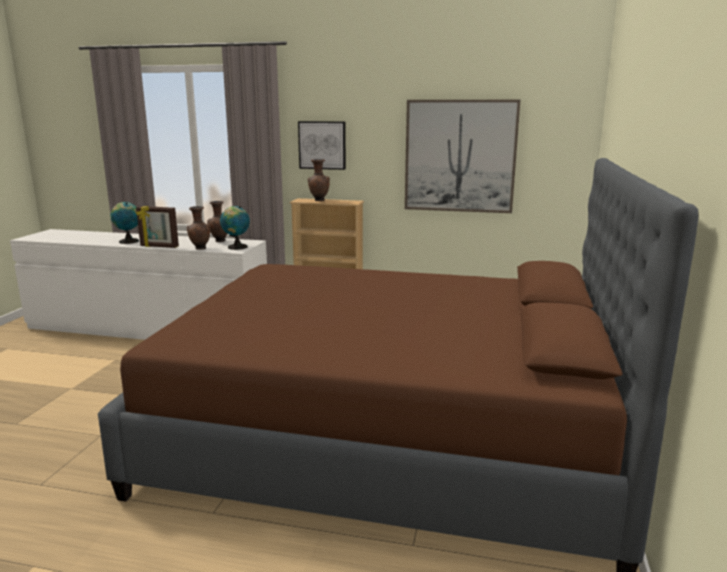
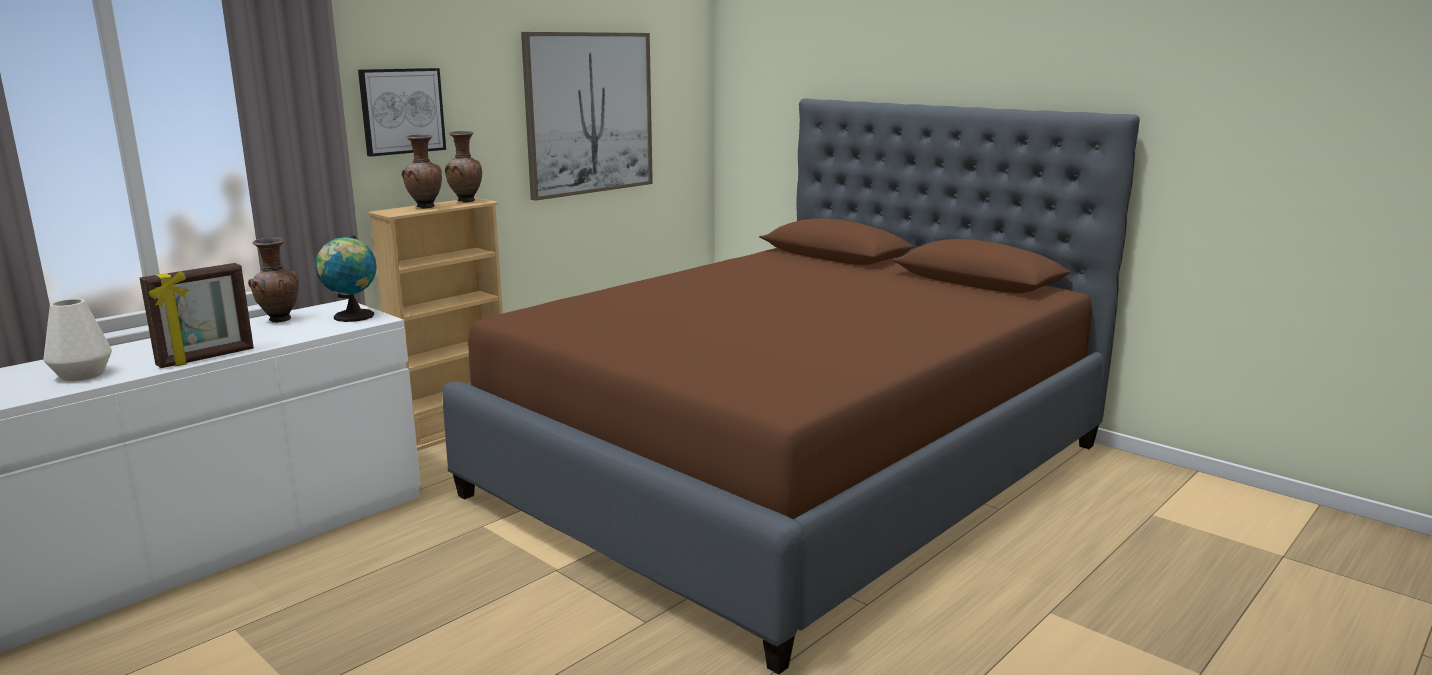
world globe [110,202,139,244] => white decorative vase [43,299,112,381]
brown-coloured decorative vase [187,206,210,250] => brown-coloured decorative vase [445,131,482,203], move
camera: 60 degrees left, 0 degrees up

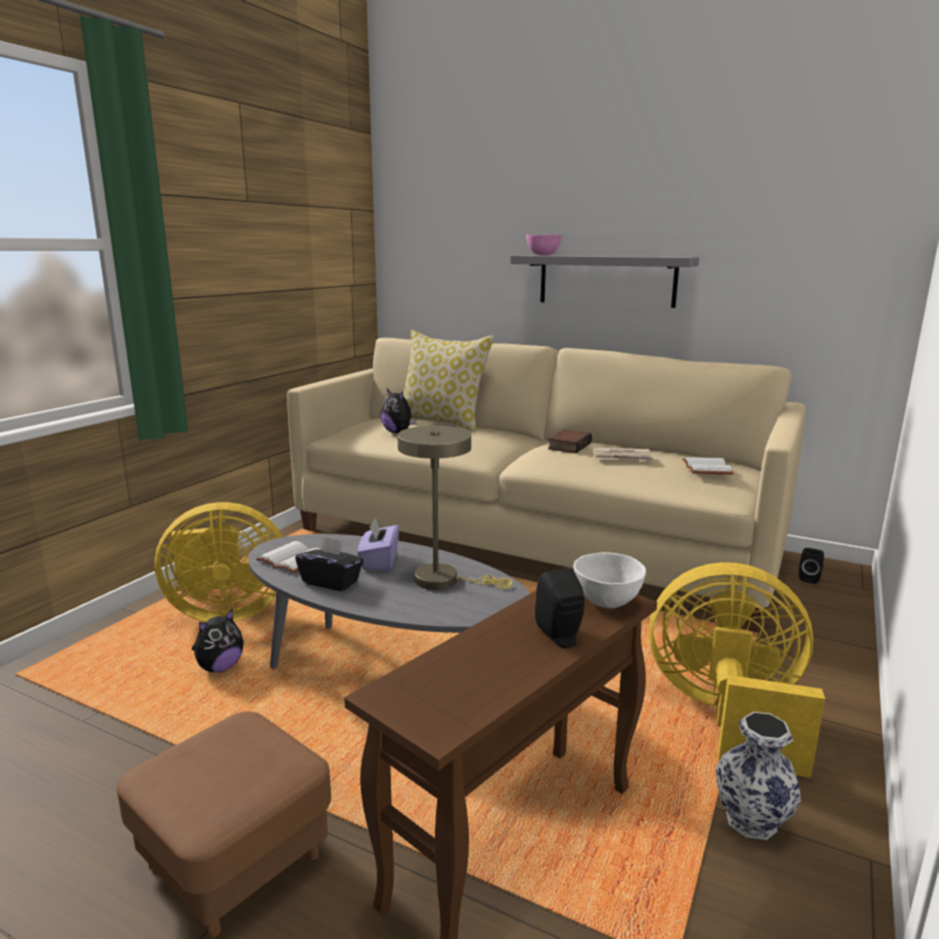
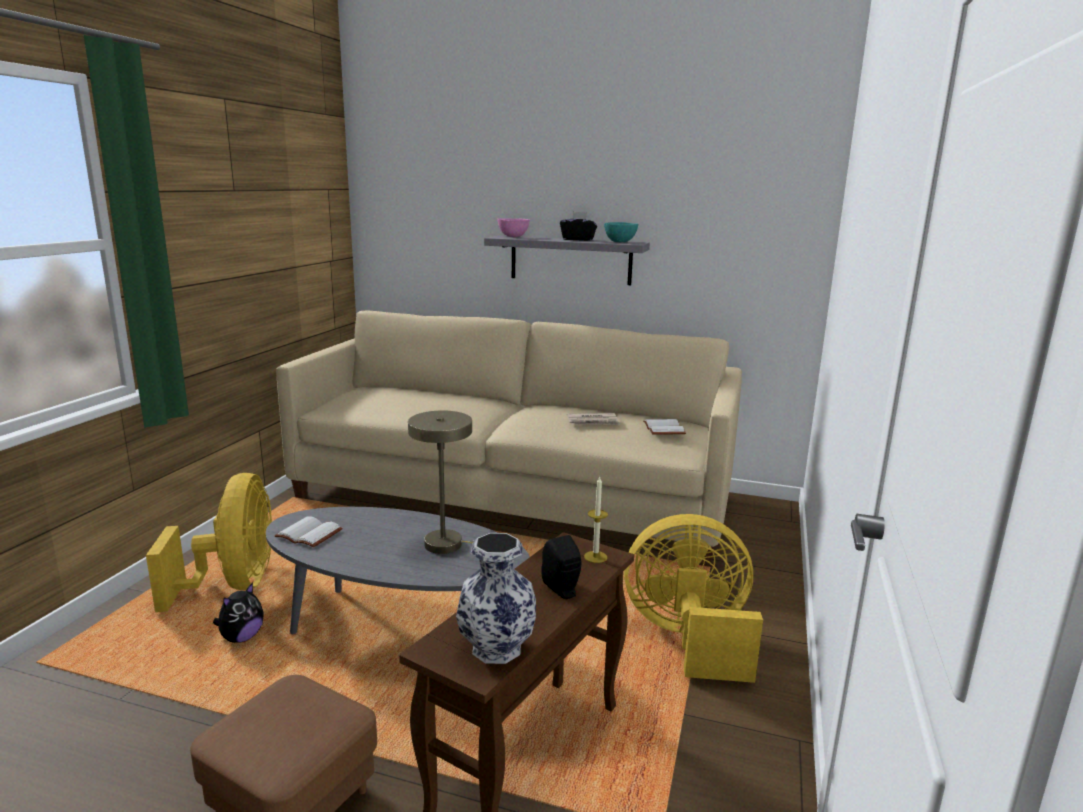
cushion [403,330,494,432] => nothing
cuddly toy [380,388,417,433] => nothing
volume [548,430,592,453] => nothing
yellowish fan [155,502,283,622] => yellowish fan [146,473,272,612], 75 degrees counterclockwise
purplish tissue holder [358,518,399,571] => nothing
blackish tissue holder [295,536,363,591] => blackish tissue holder [560,212,597,241], move
blackish audio speaker [799,548,824,584] => nothing
white bowl [573,552,646,608] => candle [584,476,608,563]
decorative vase [716,712,801,840] => decorative vase [456,533,536,664], move
nothing => turquoise-coloured bowl [604,222,638,242]
camera: 10 degrees left, 0 degrees up

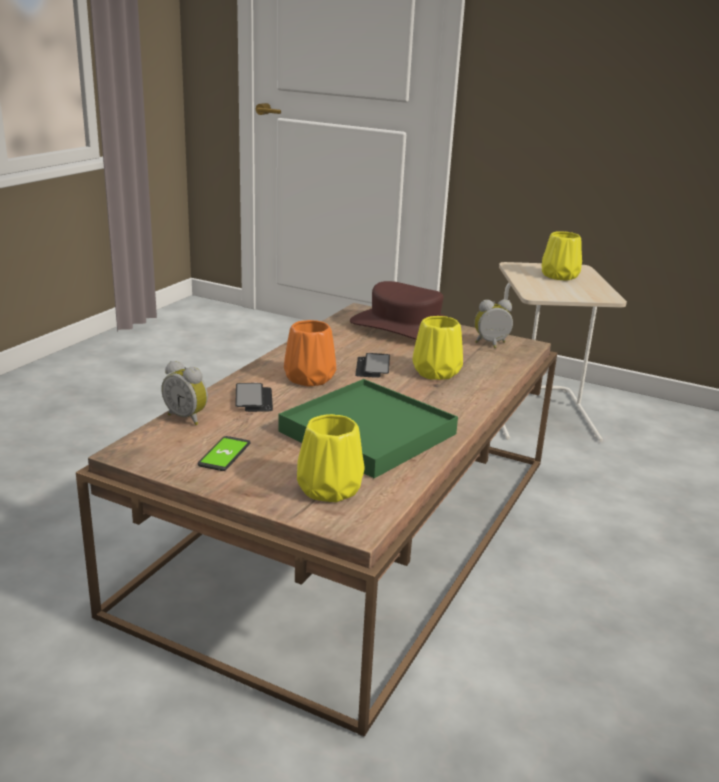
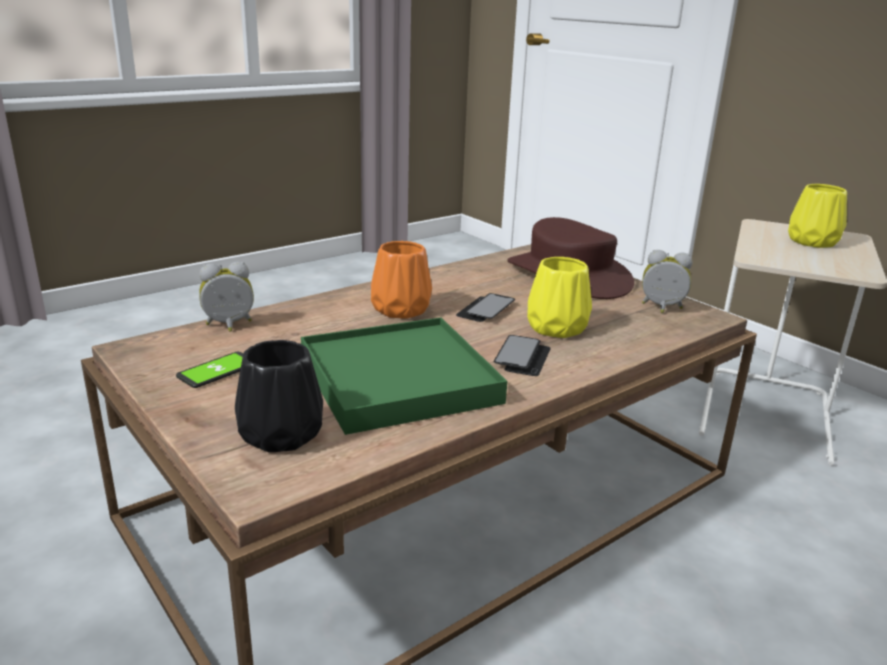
alarm clock [161,361,208,425] => alarm clock [199,262,254,332], 105 degrees clockwise
handset [235,383,273,412] => handset [493,335,551,376], move
yellowish decorative vase [297,414,365,502] => blackish decorative vase [235,340,323,452]
camera: 25 degrees right, 0 degrees up

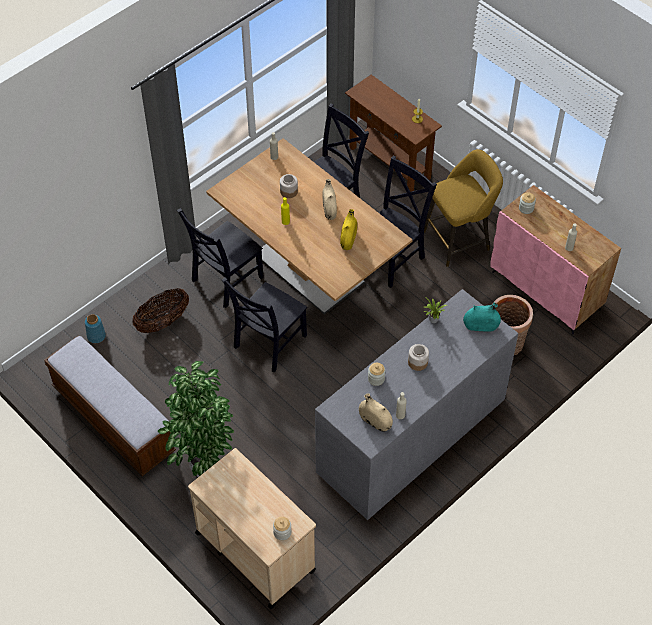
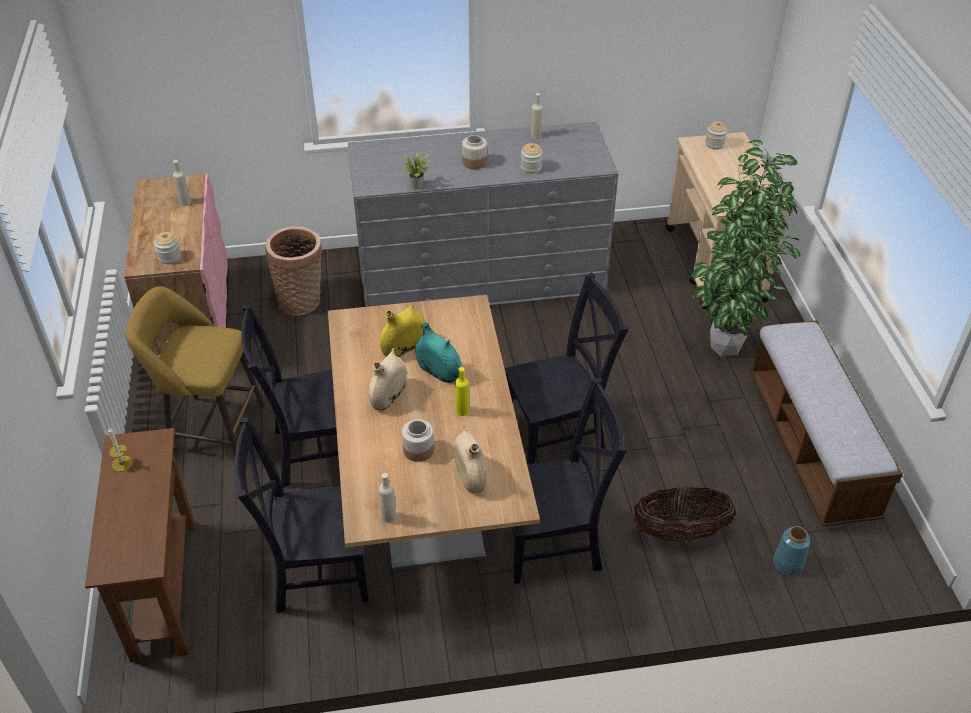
turquoise-coloured decorative vase [463,303,501,332] => turquoise-coloured decorative vase [415,322,461,383], move
sand-coloured decorative vase [359,393,393,432] => sand-coloured decorative vase [454,426,486,493], move
camera: 145 degrees left, 10 degrees down

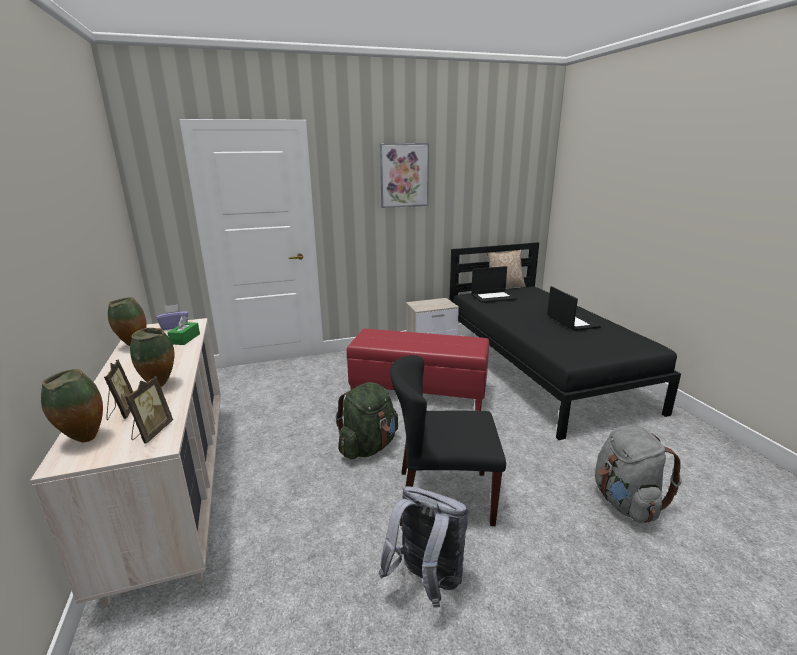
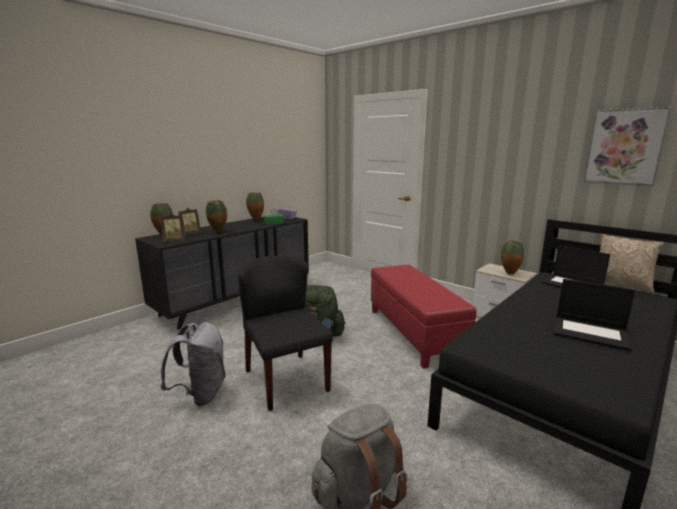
picture [380,143,429,208] => picture [584,107,671,186], move
laptop [547,286,601,331] => laptop [554,279,635,351], 75 degrees clockwise
sand-coloured dresser [30,318,221,607] => blackish dresser [135,217,309,330]
nothing => decorative vase [501,240,524,275]
camera: 60 degrees right, 5 degrees down

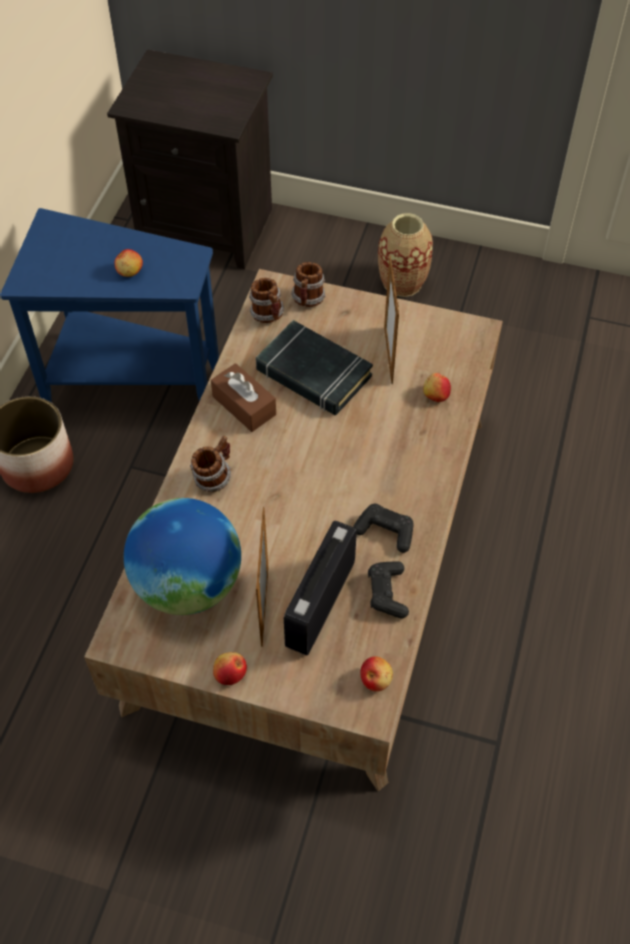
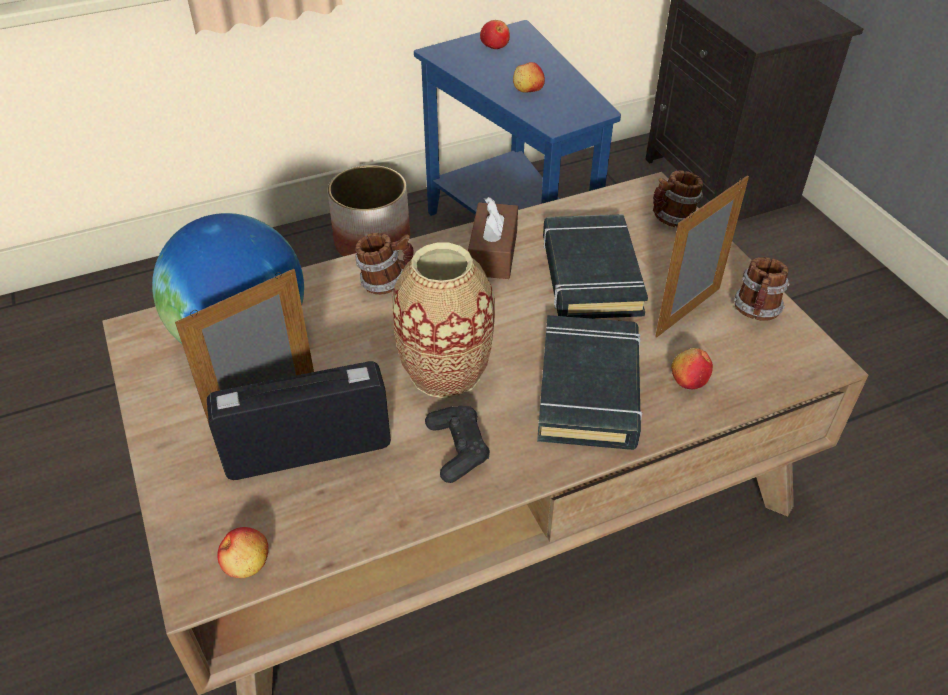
decorative vase [378,213,433,297] => decorative vase [392,243,495,398], move
tea mug [249,278,284,323] => tea mug [734,257,790,321], move
blackish joypad [368,561,409,619] => nothing
apple [213,652,247,685] => apple [480,20,510,49], move
nothing => blackish volume [537,315,643,450]
camera: 50 degrees right, 10 degrees down

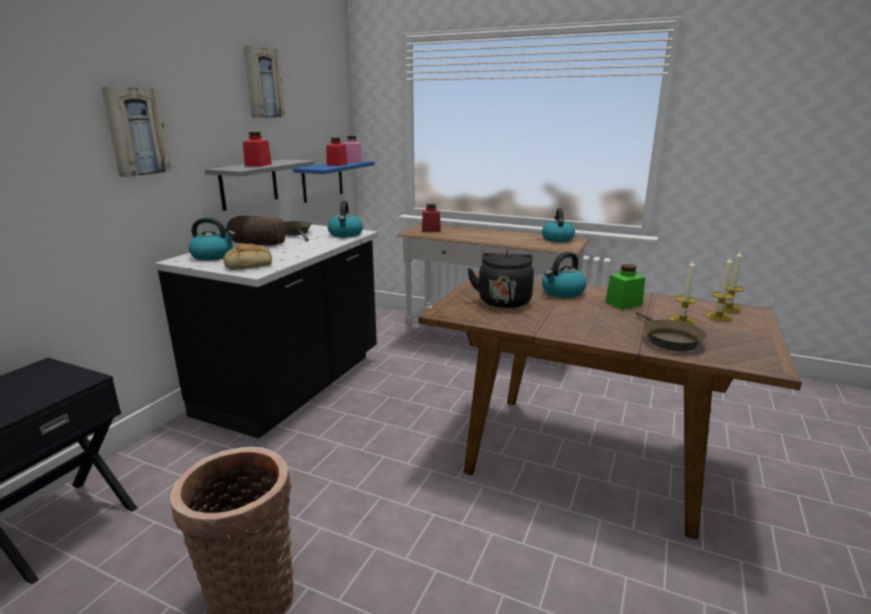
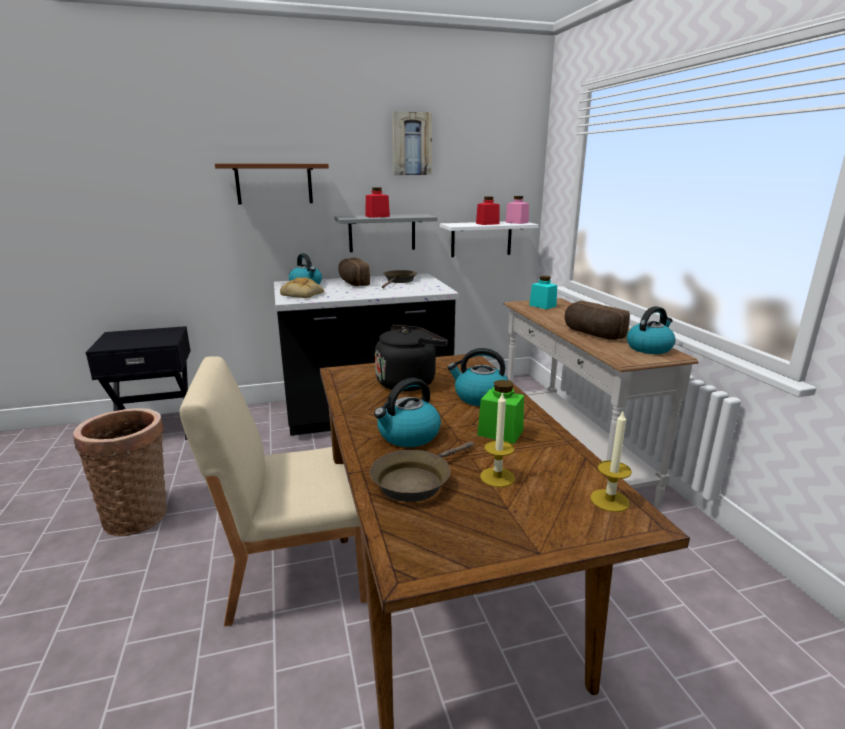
picture [101,87,171,177] => brown-coloured bracket shelf [215,164,329,205]
blue bracket shelf [293,161,374,203] => white bracket shelf [440,222,539,257]
water kettle [328,201,363,237] => water kettle [374,378,441,447], move
reddish storage jar [422,204,441,232] => turquoise-coloured storage jar [529,276,557,309]
candle [706,256,734,321] => nothing
nothing => baked bread [564,301,630,340]
nothing => sand-coloured upright chair [180,356,368,626]
camera: 50 degrees right, 0 degrees up

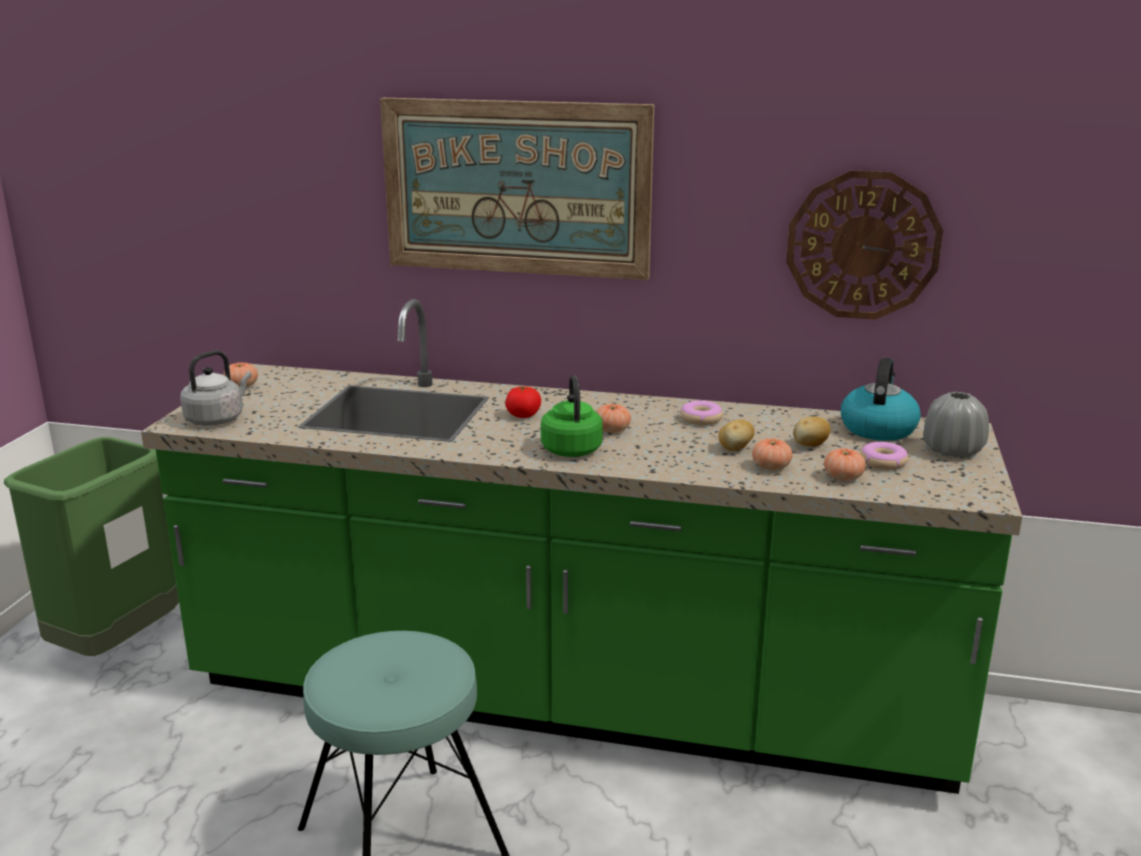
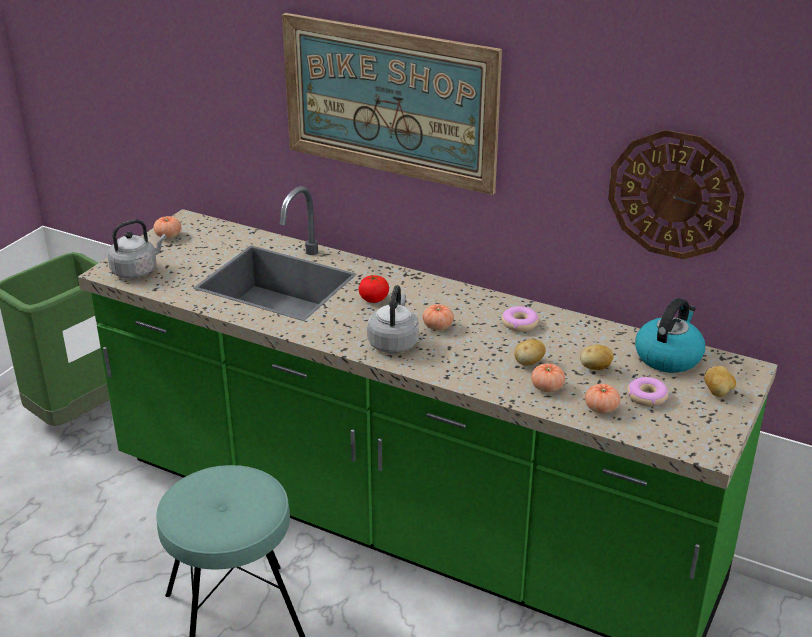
green water kettle [541,375,603,457] => greyish water kettle [367,285,419,353]
greyish decorative vase [923,392,989,458] => whole potato [704,366,736,397]
camera: 15 degrees right, 10 degrees up

